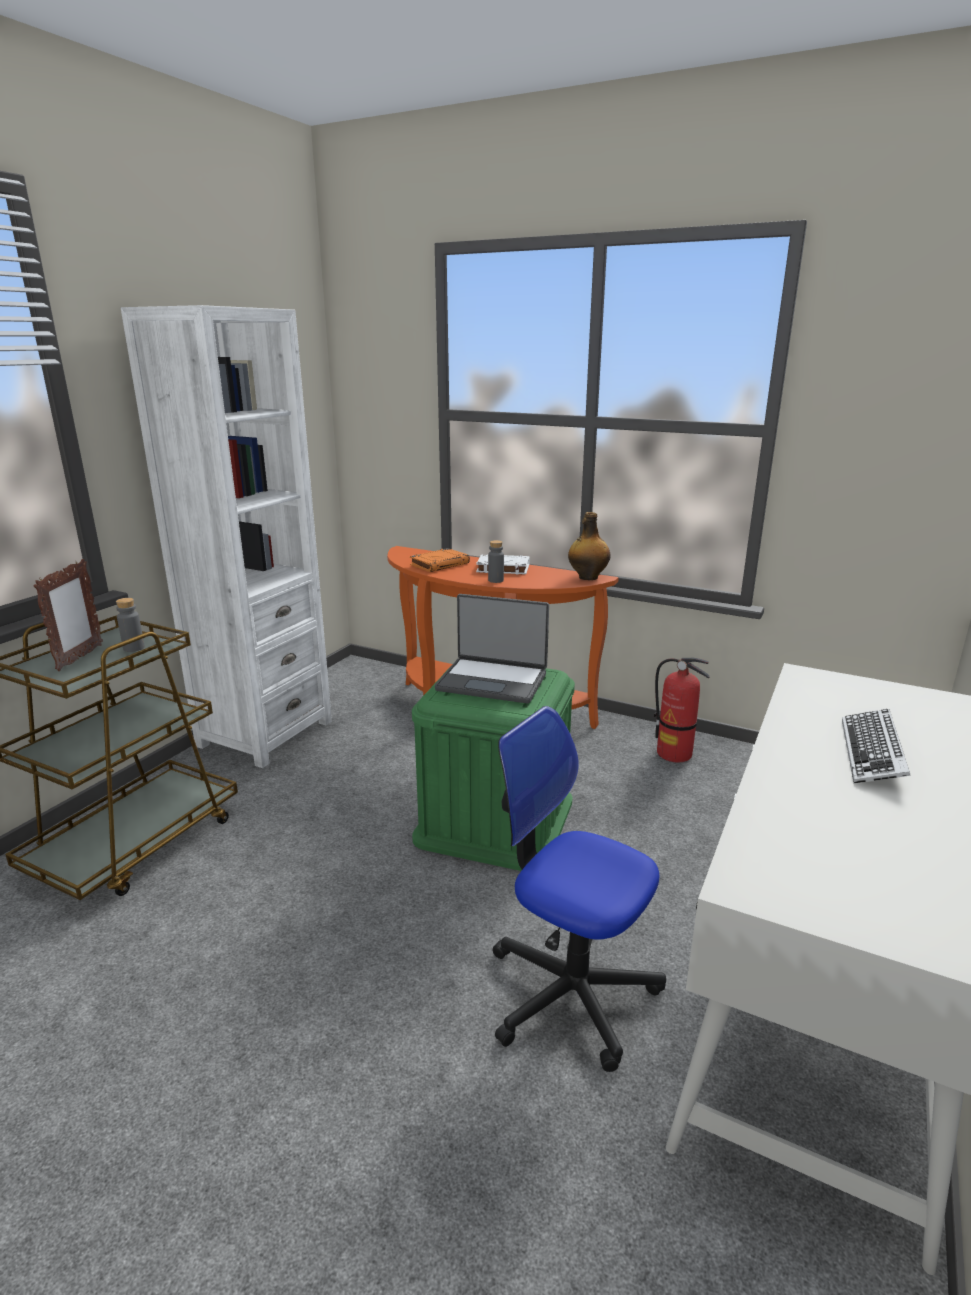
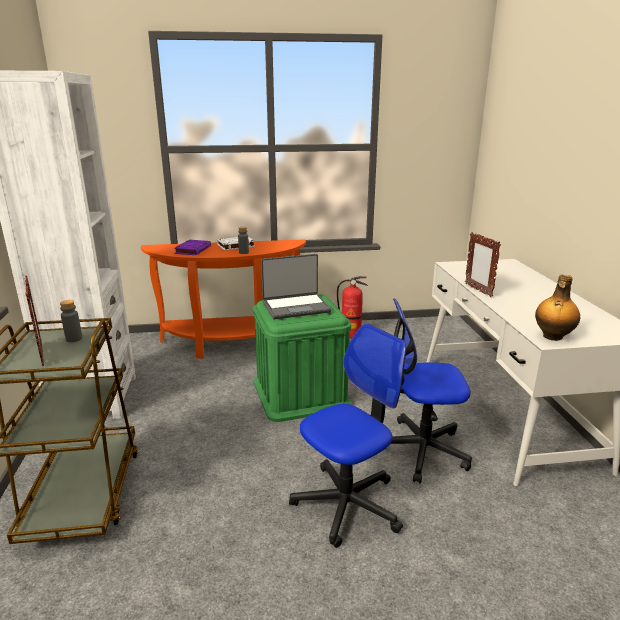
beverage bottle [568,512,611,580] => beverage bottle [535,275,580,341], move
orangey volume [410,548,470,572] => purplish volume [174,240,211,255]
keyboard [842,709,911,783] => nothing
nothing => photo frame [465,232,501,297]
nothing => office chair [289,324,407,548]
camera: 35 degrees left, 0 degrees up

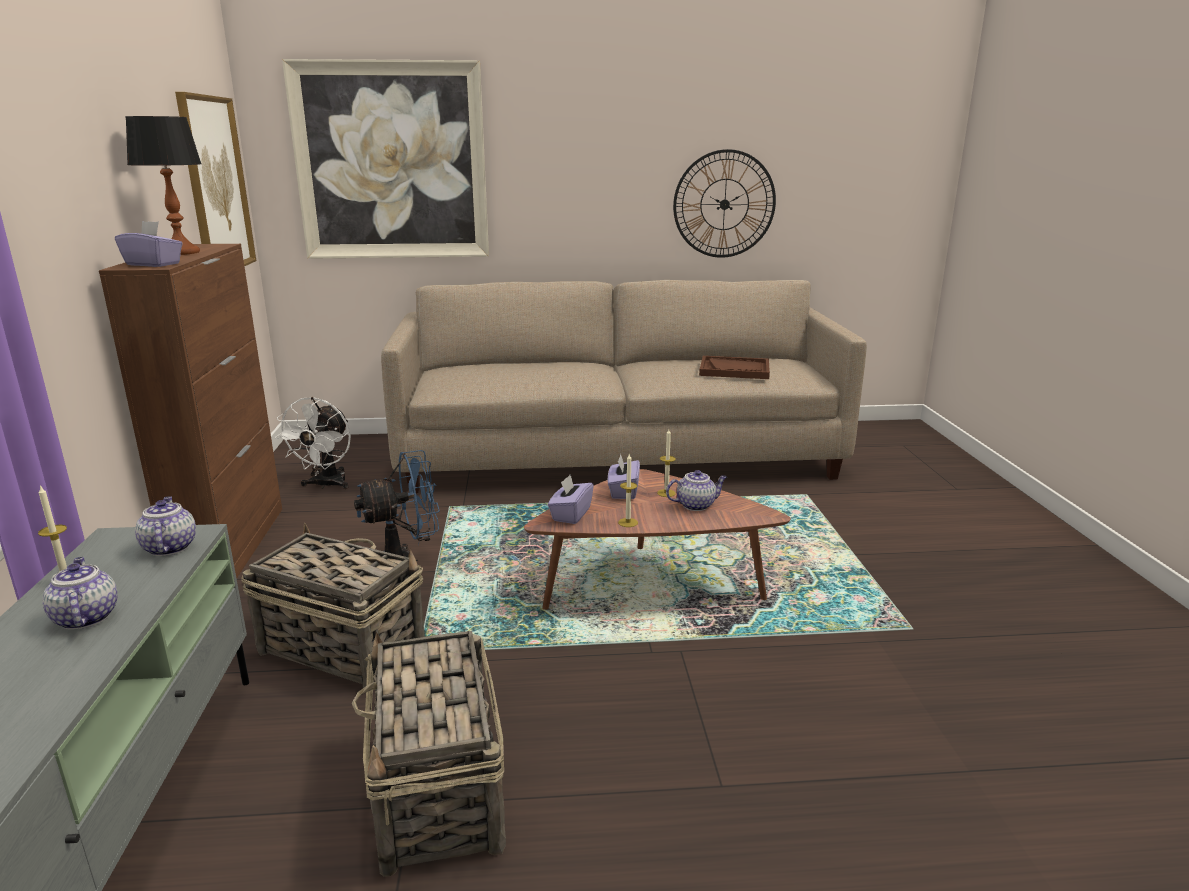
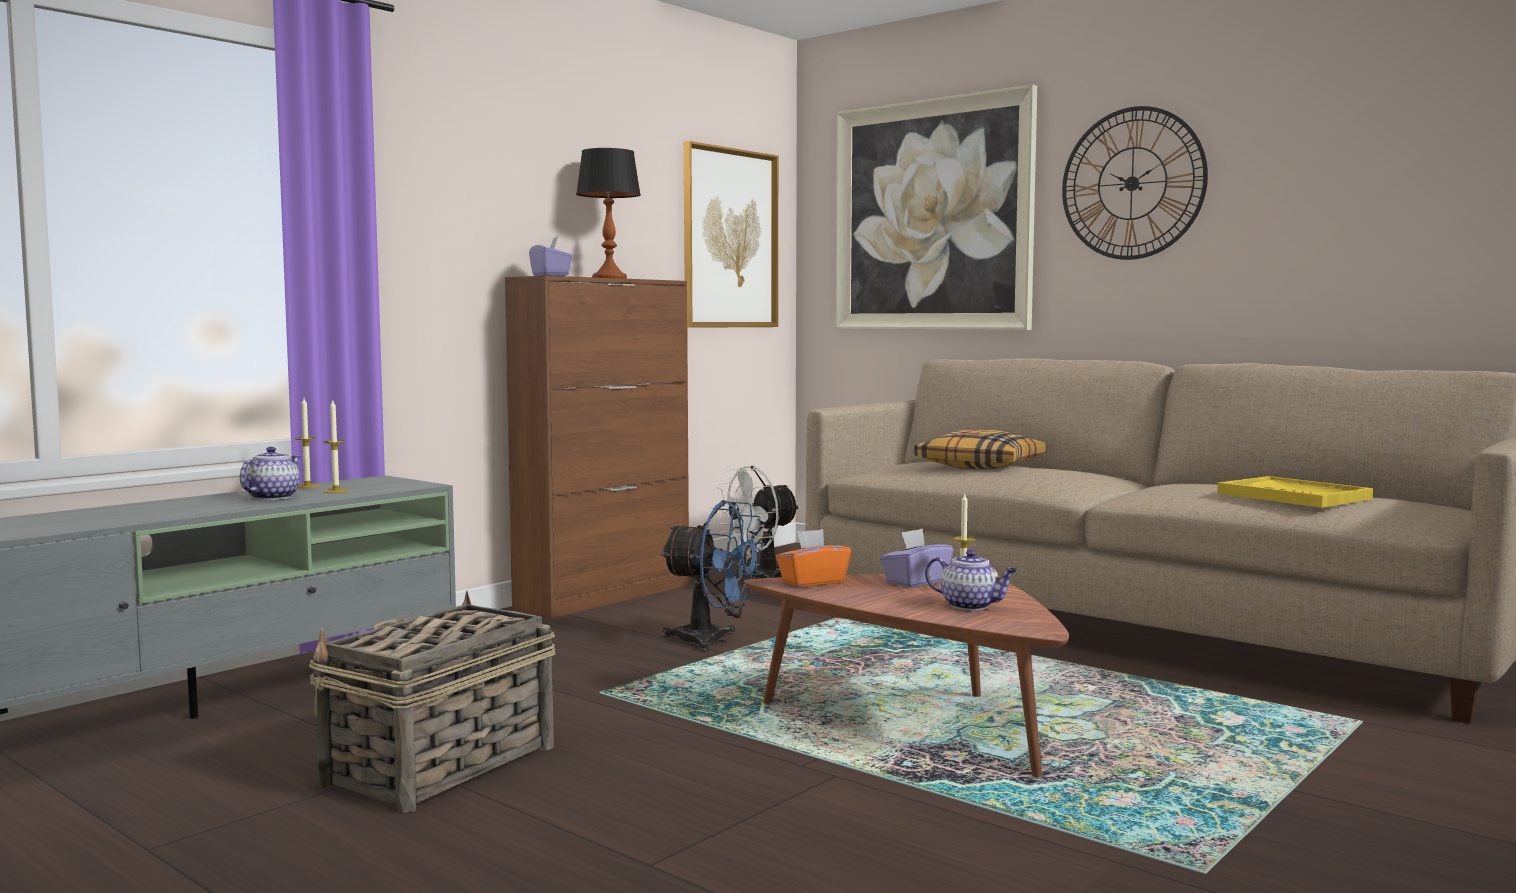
wall clock [673,149,776,258] => wall clock [1062,106,1208,260], move
brown-coloured tray [699,356,770,379] => yellowish tray [1217,476,1373,508]
candle [618,454,638,527] => candle [323,400,349,493], move
purplish tissue holder [548,474,594,524] => orangey tissue holder [776,529,851,587]
teapot [135,496,196,556] => nothing
household basket [241,523,425,688] => nothing
nothing => cushion [914,430,1047,469]
camera: 45 degrees right, 15 degrees down

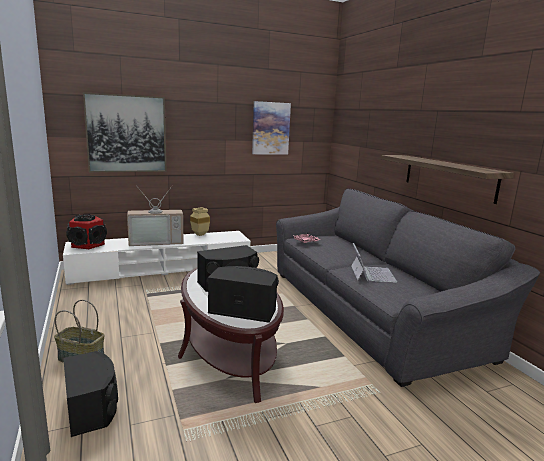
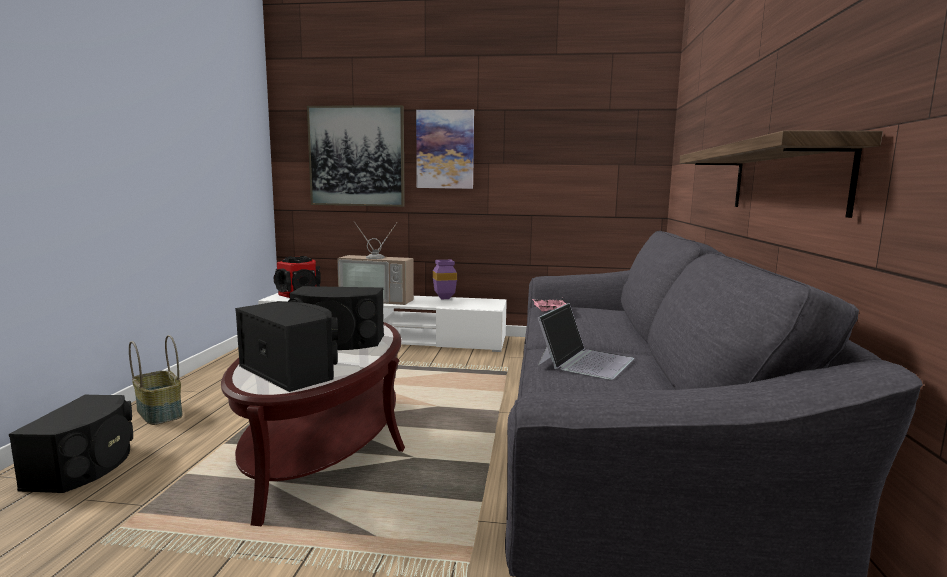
picture [252,101,291,155] => picture [416,110,474,189], move
sand-coloured decorative vase [190,207,210,236] => purplish decorative vase [433,260,457,299]
camera: 30 degrees right, 5 degrees down

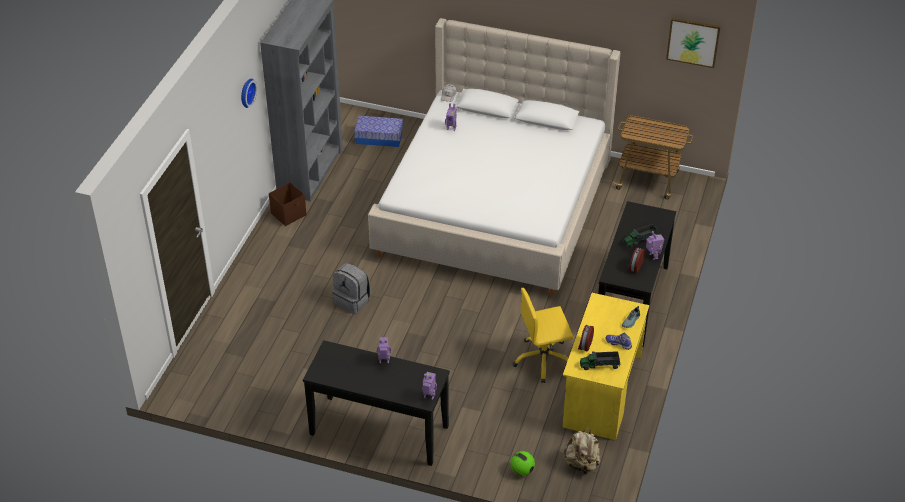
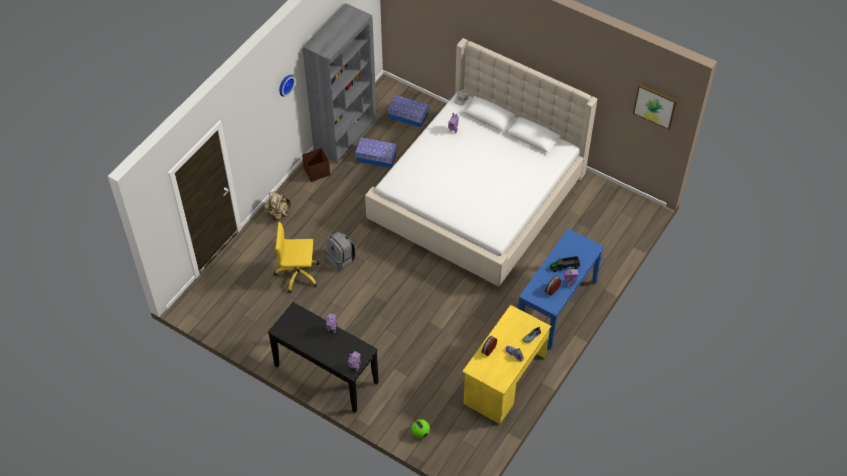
trolley [613,115,693,200] => nothing
blackish hall table [598,201,676,347] => blue hall table [518,229,604,349]
yellowish office chair [513,288,573,383] => yellowish office chair [274,222,319,293], move
toy lorry [580,351,621,370] => nothing
sand-coloured rucksack [564,428,601,474] => sand-coloured rucksack [264,190,291,221], move
nothing => storage box [355,138,397,168]
camera: 15 degrees right, 10 degrees up

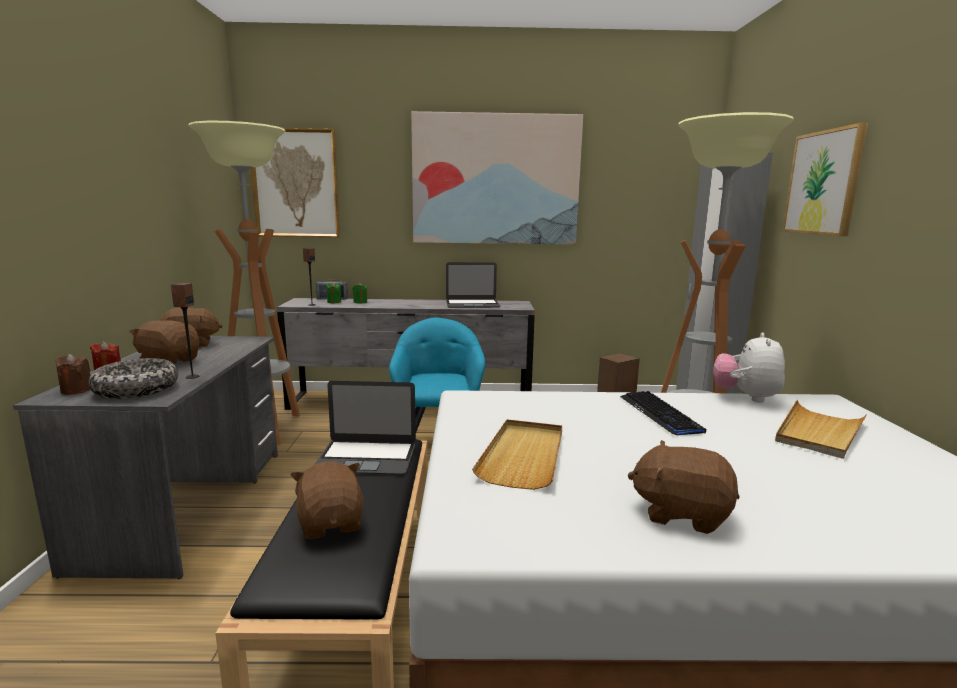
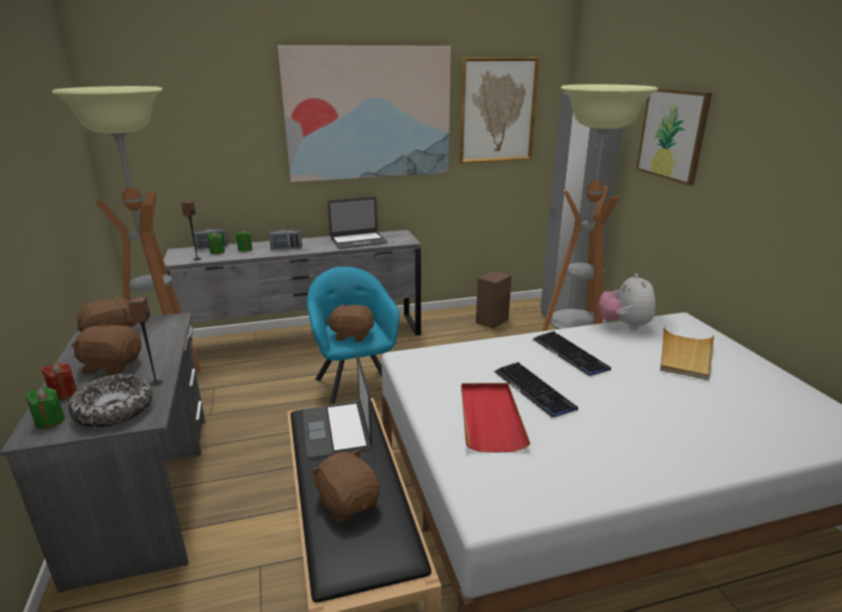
picture [251,128,340,238] => picture [460,57,540,163], move
brown-coloured candle [55,354,90,395] => green candle [26,388,65,429]
laptop [314,381,416,474] => laptop [303,354,372,458], 90 degrees clockwise
sand-coloured tray [472,420,562,490] => reddish tray [461,383,530,453]
brown-coloured cuddly toy [628,440,740,534] => brown-coloured cuddly toy [326,303,374,342], move
nothing => radio [269,228,302,250]
nothing => keyboard [494,362,578,418]
camera: 15 degrees left, 10 degrees up

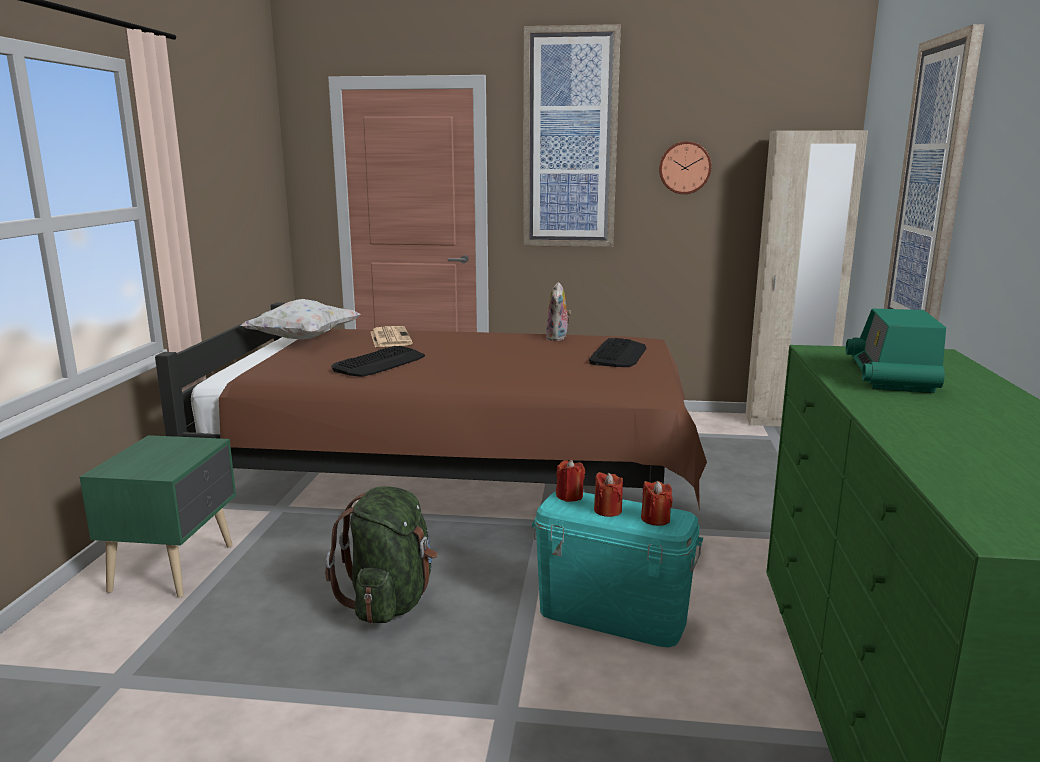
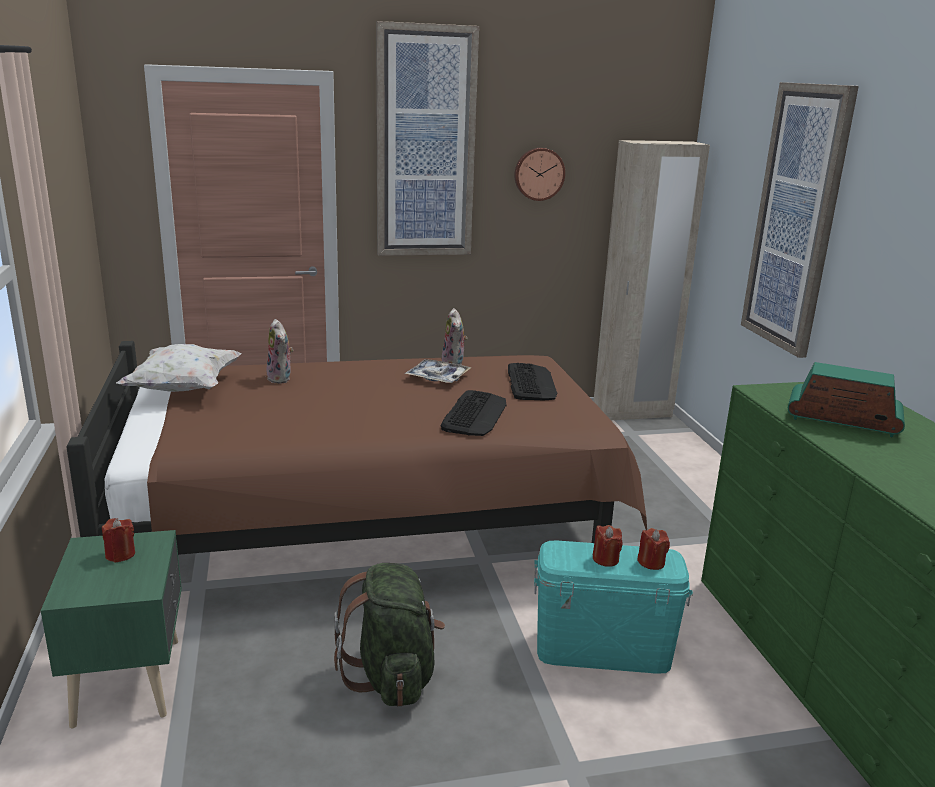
radio [846,309,946,393] => radio [788,362,905,437], 120 degrees clockwise
printed paper [371,326,413,347] => cuddly toy [266,319,294,384]
keyboard [331,346,425,377] => keyboard [440,390,507,436], move
reddish candle [556,459,585,502] => reddish candle [102,518,135,563], move
nothing => tray [405,359,472,383]
camera: 20 degrees left, 5 degrees up

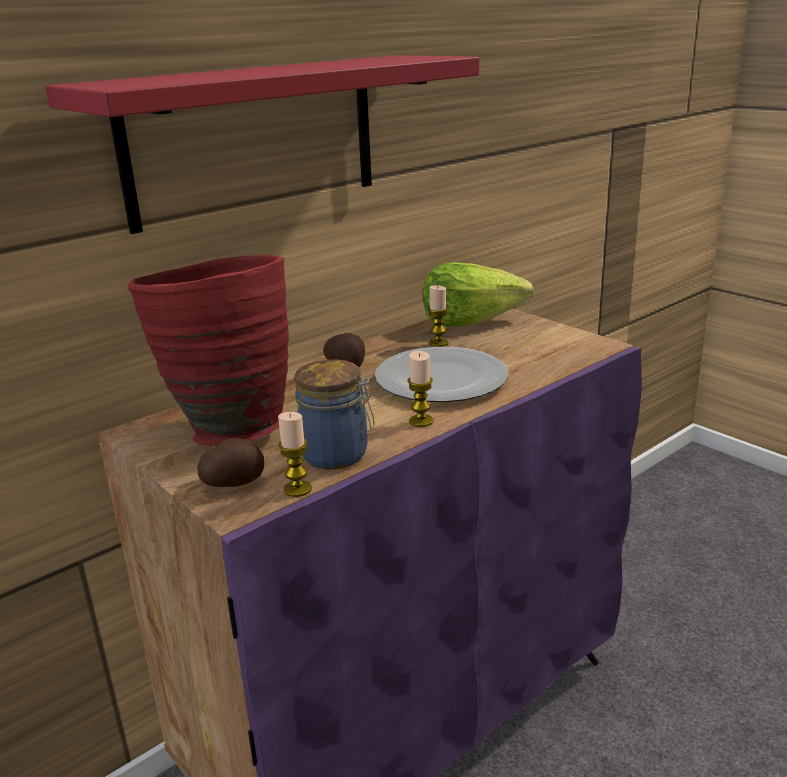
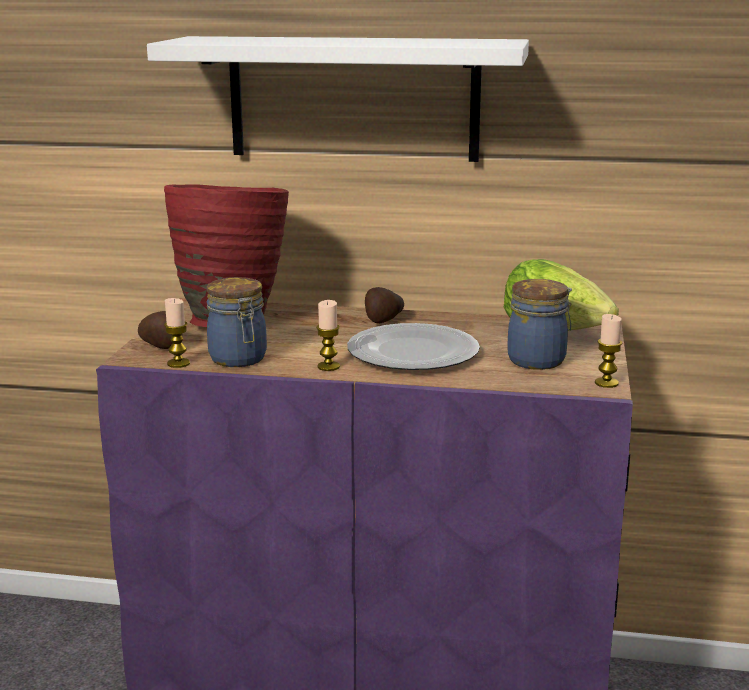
reddish bracket shelf [45,55,479,234] => white bracket shelf [147,36,529,162]
candle [428,285,448,347] => candle [595,314,622,388], move
nothing => storage jar [508,279,572,370]
camera: 50 degrees right, 5 degrees down

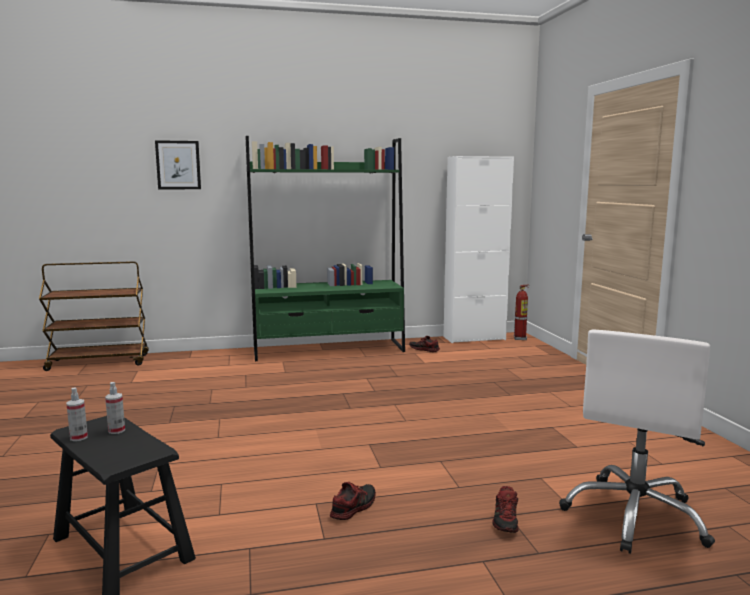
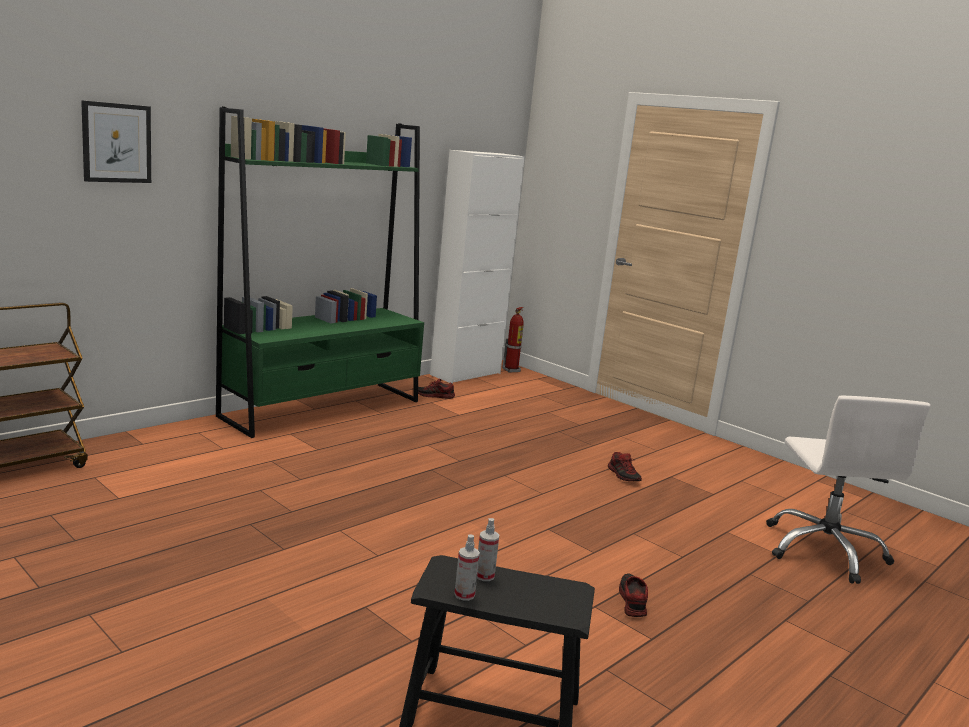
shoe [492,486,519,533] => shoe [608,452,642,481], move
camera: 35 degrees left, 5 degrees up

